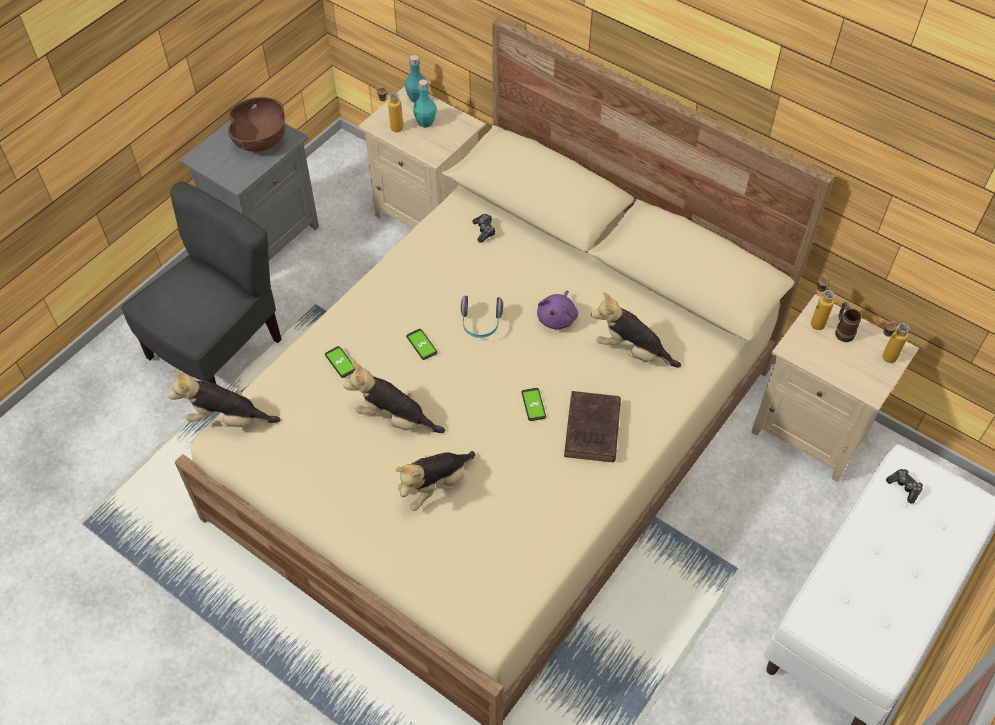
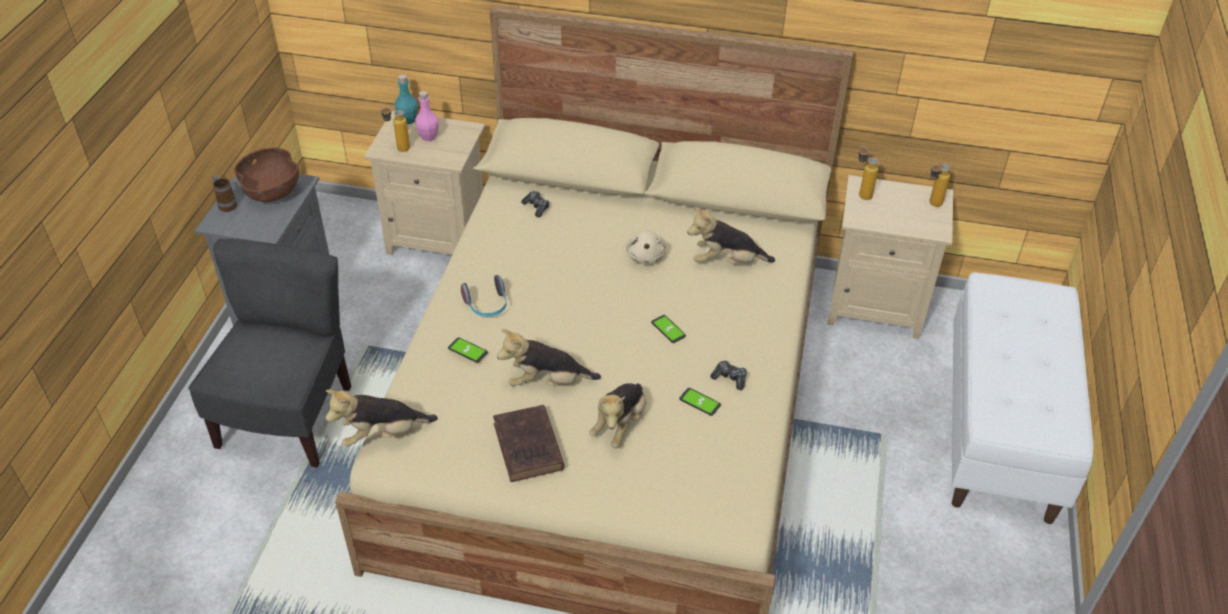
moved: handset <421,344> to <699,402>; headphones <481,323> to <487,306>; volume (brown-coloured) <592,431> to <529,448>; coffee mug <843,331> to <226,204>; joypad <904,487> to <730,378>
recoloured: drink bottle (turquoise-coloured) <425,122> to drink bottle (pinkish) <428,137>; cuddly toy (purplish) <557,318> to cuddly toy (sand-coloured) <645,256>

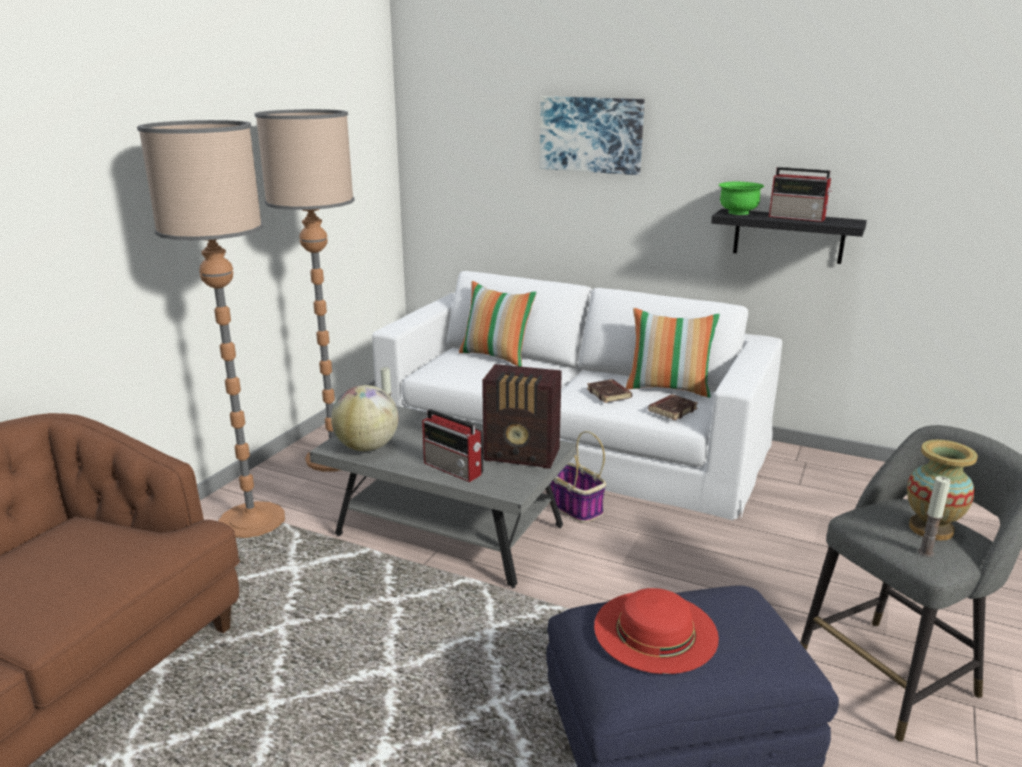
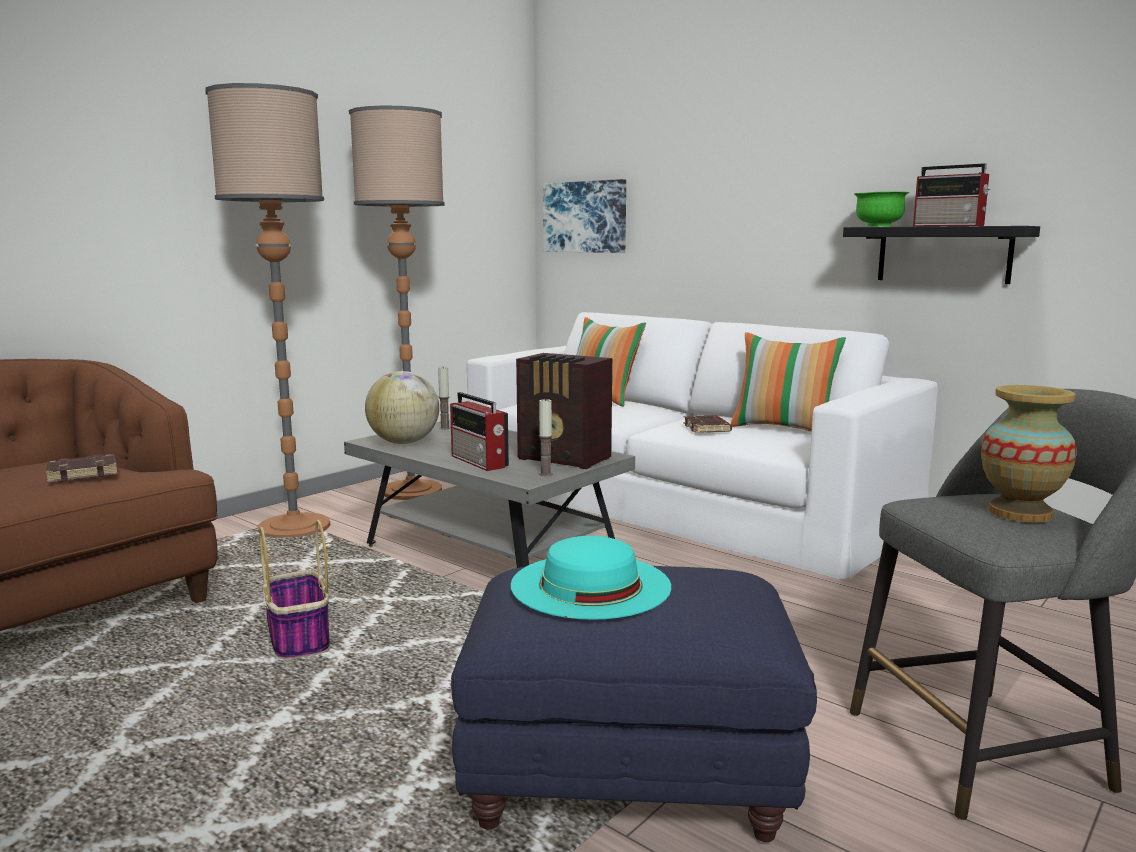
moved: wall art <591,134> to <585,217>; basket <574,507> to <298,639>; volume (brown-coloured) <672,410> to <83,473>; candle <926,552> to <545,474>
recoloured: wearable hat (reddish) <655,630> to wearable hat (turquoise-coloured) <590,585>

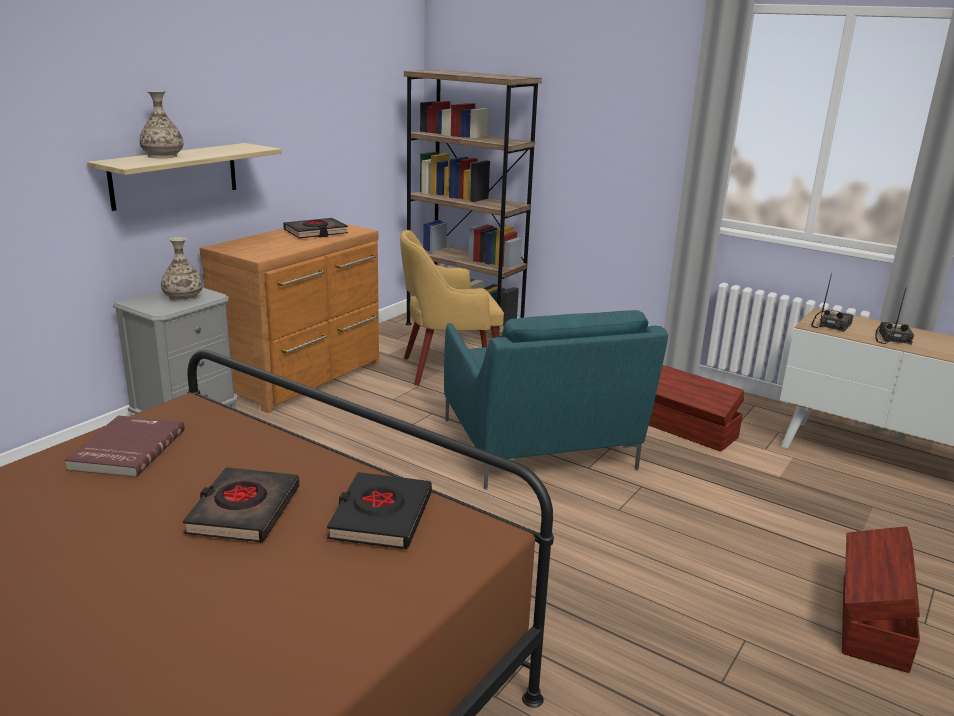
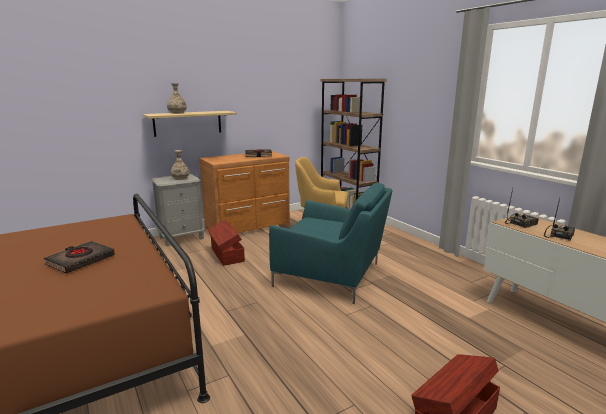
removed: volume (reddish) <126,449>; volume (black) <380,517>
moved: storage container (brown-coloured) <689,431> to <226,255>
turned: lounge chair (turquoise-coloured) <539,447> = <332,276> 75 degrees counterclockwise

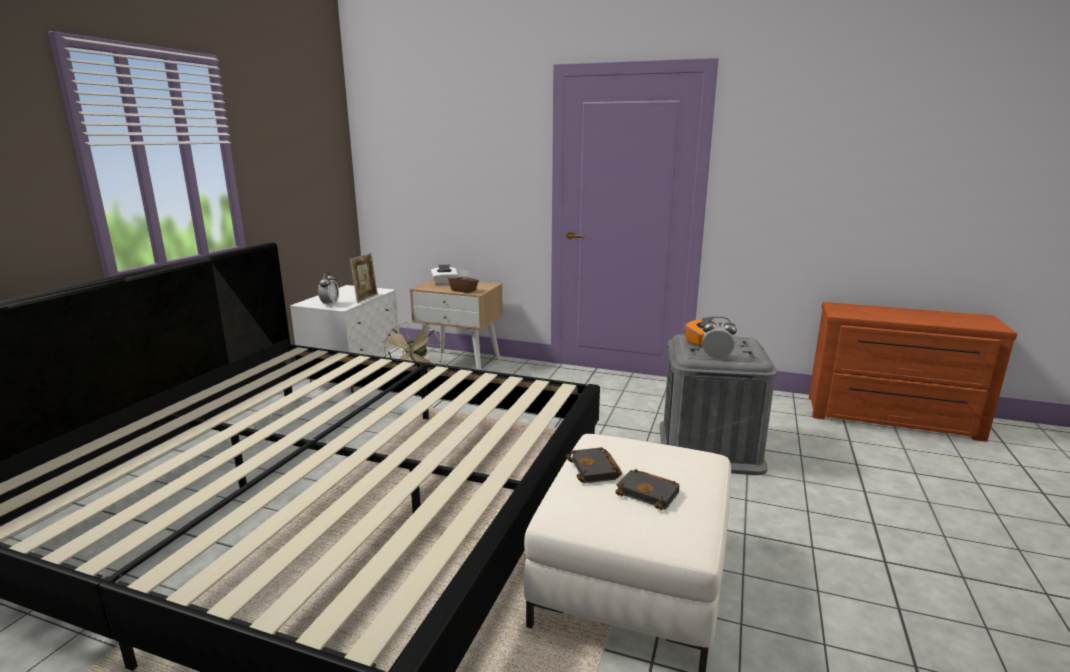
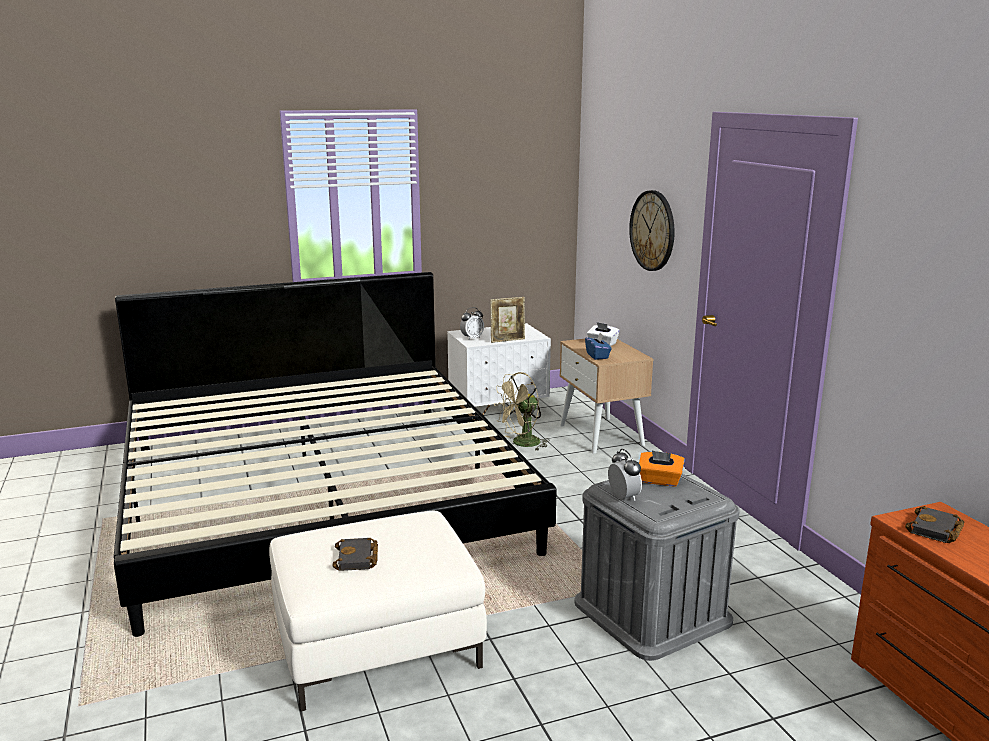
added: hanging clock <653,230>
moved: volume (black) <595,470> to <936,530>
recoloured: tissue box (brown-coloured) <464,290> to tissue box (bluish) <597,356>

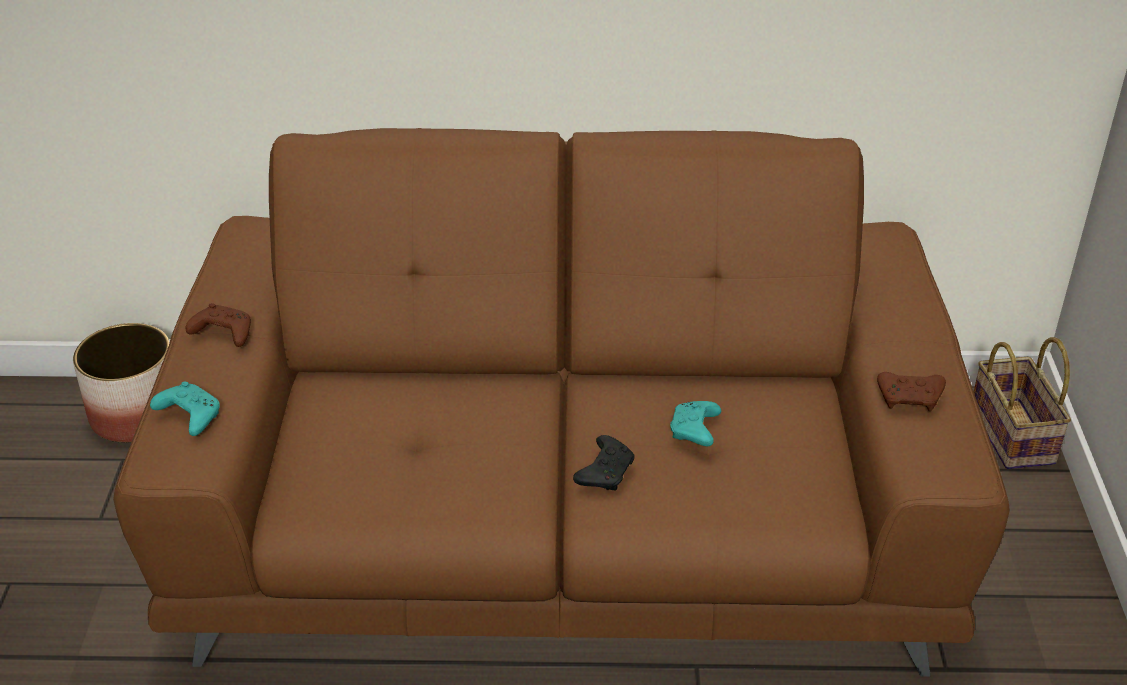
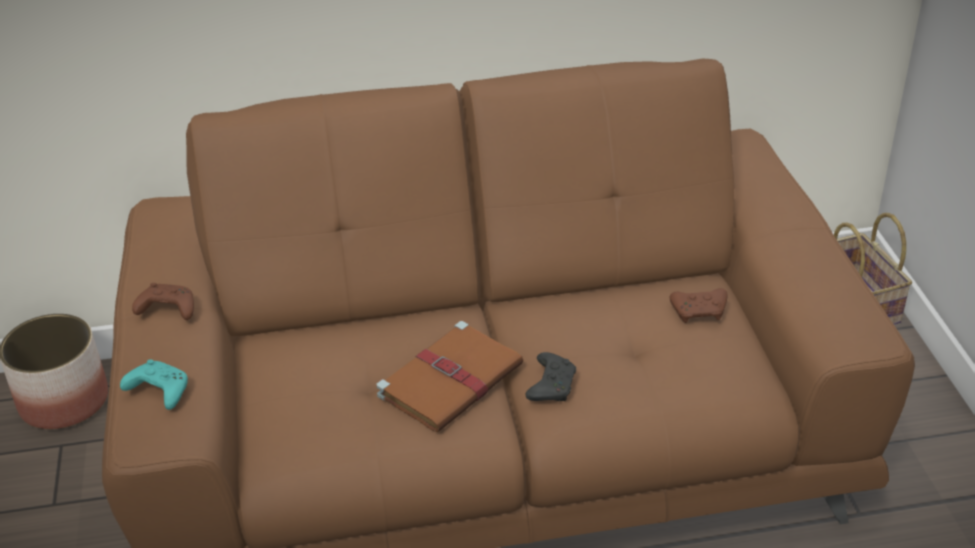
removed: joypad (turquoise-coloured) <695,431>
added: volume (brown-coloured) <452,379>
moved: joypad (brown-coloured) <910,399> to <700,312>

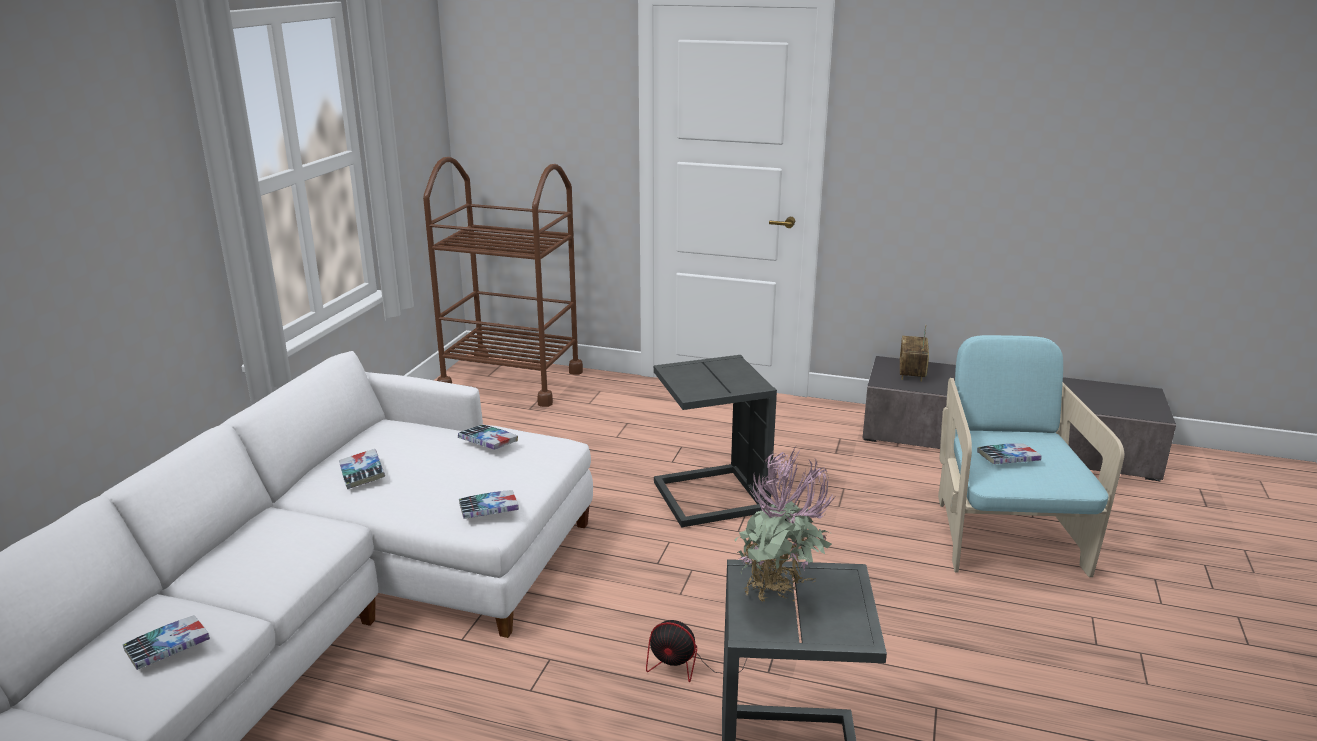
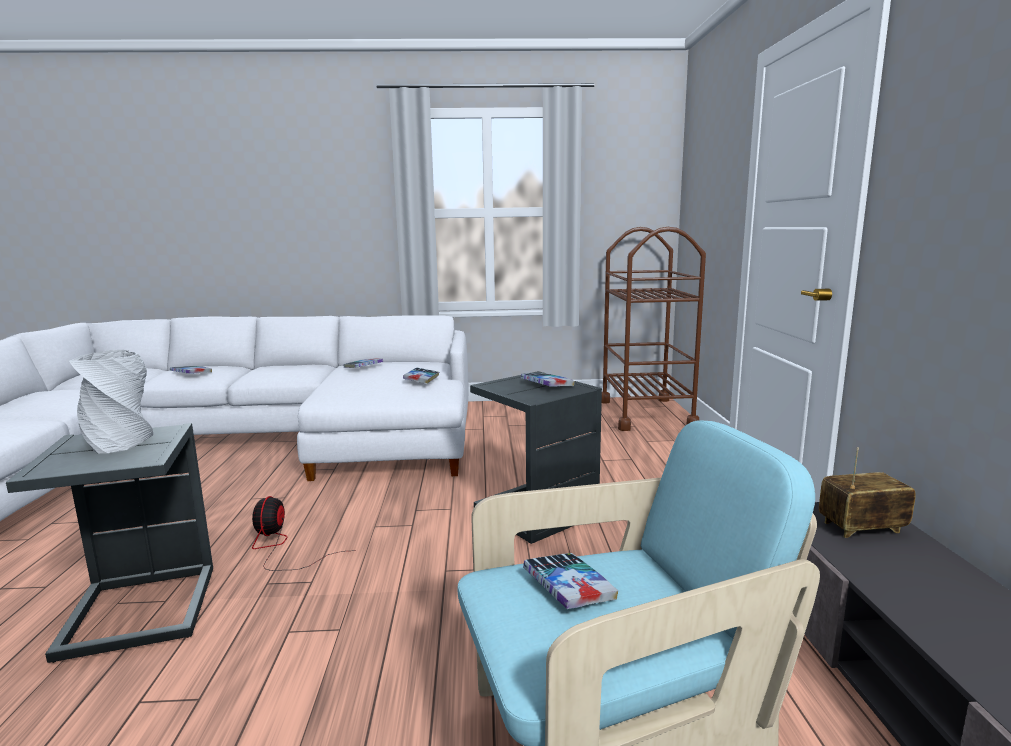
moved: volume <489,510> to <547,385>
replaced: potted plant <780,600> to flower vase (greyish) <119,442>

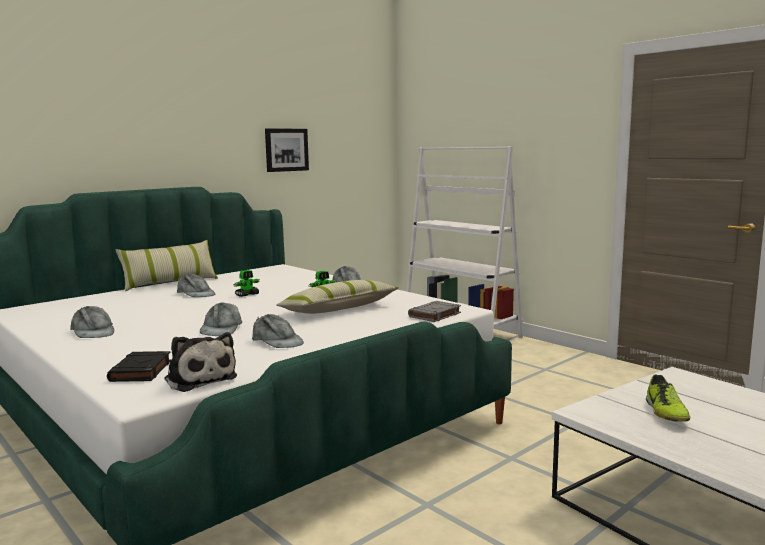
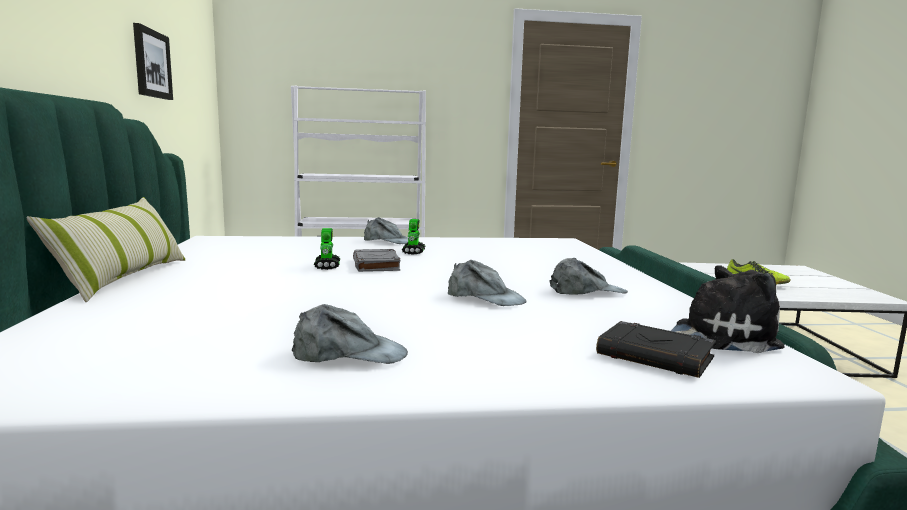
removed: baseball cap (greyish) <195,294>; pillow <339,309>
moved: volume (greyish) <434,315> to <376,265>

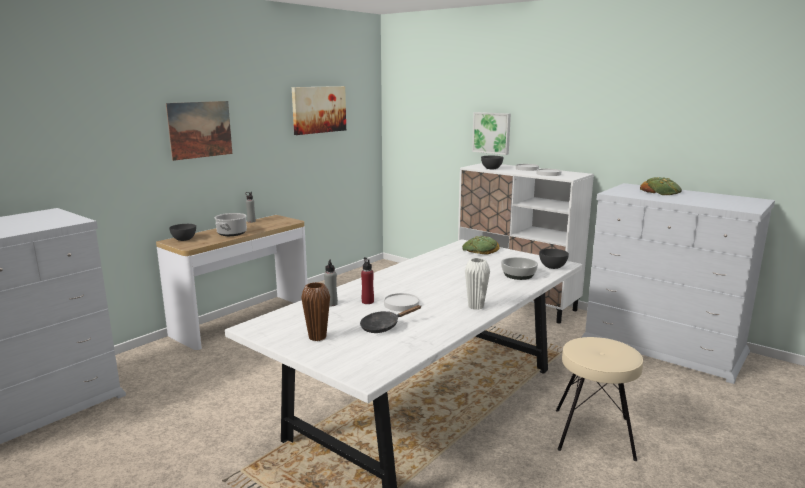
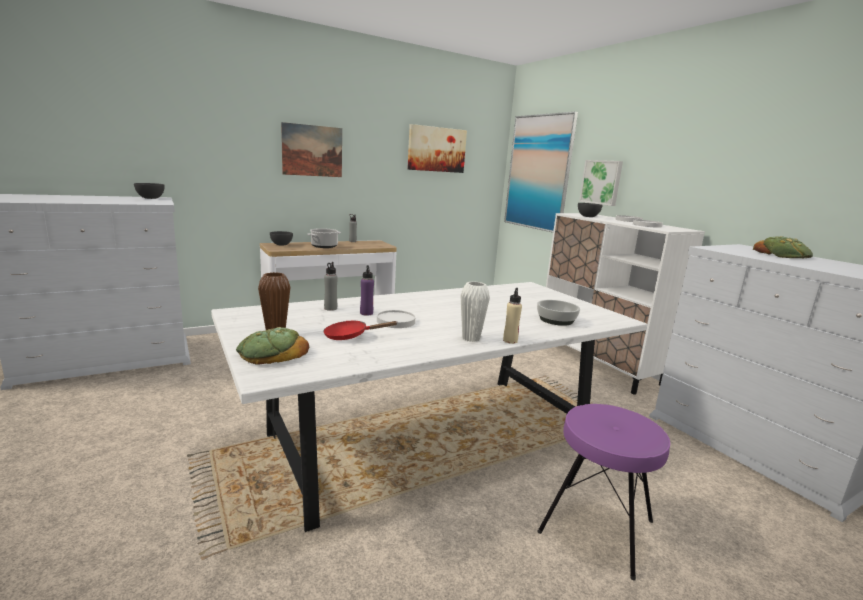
added: drink bottle (sand-coloured) <510,340>; wall art <538,172>
moved: bakery bread <480,250> to <272,353>; deep dish (greyish) <553,267> to <150,198>
recoloured: pan (black) <383,326> to pan (reddish) <350,336>; drink bottle (reddish) <367,302> to drink bottle (purplish) <366,313>; stool seat (sand-coloured) <593,434> to stool seat (purplish) <595,526>

